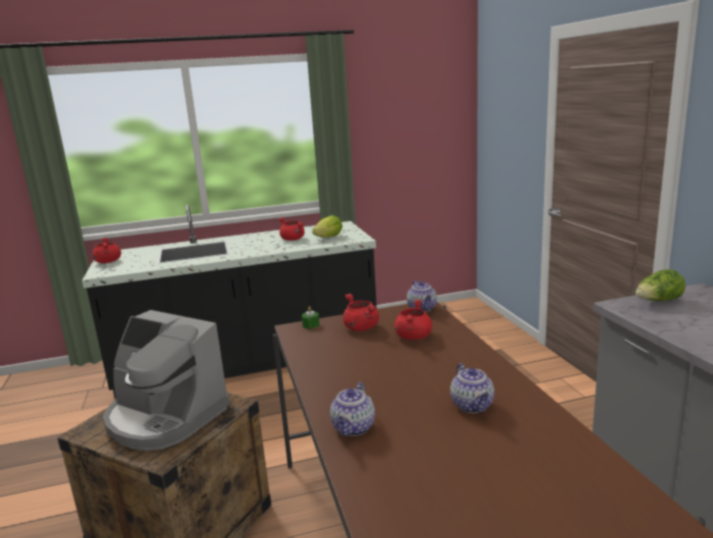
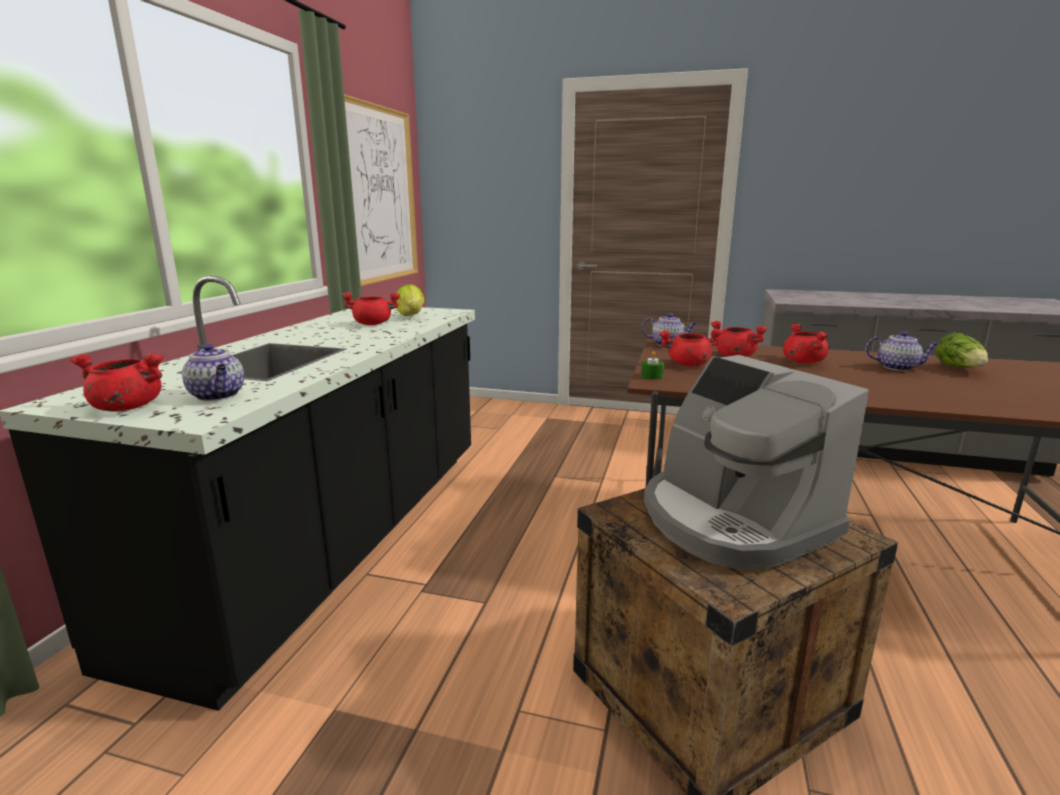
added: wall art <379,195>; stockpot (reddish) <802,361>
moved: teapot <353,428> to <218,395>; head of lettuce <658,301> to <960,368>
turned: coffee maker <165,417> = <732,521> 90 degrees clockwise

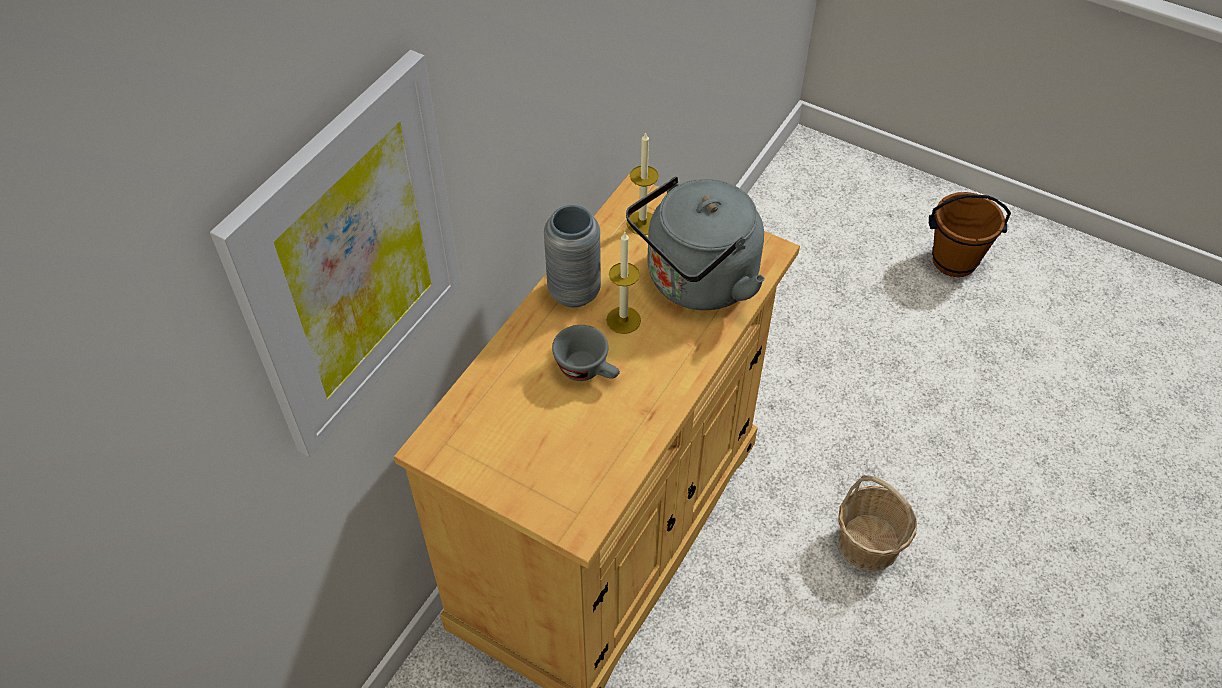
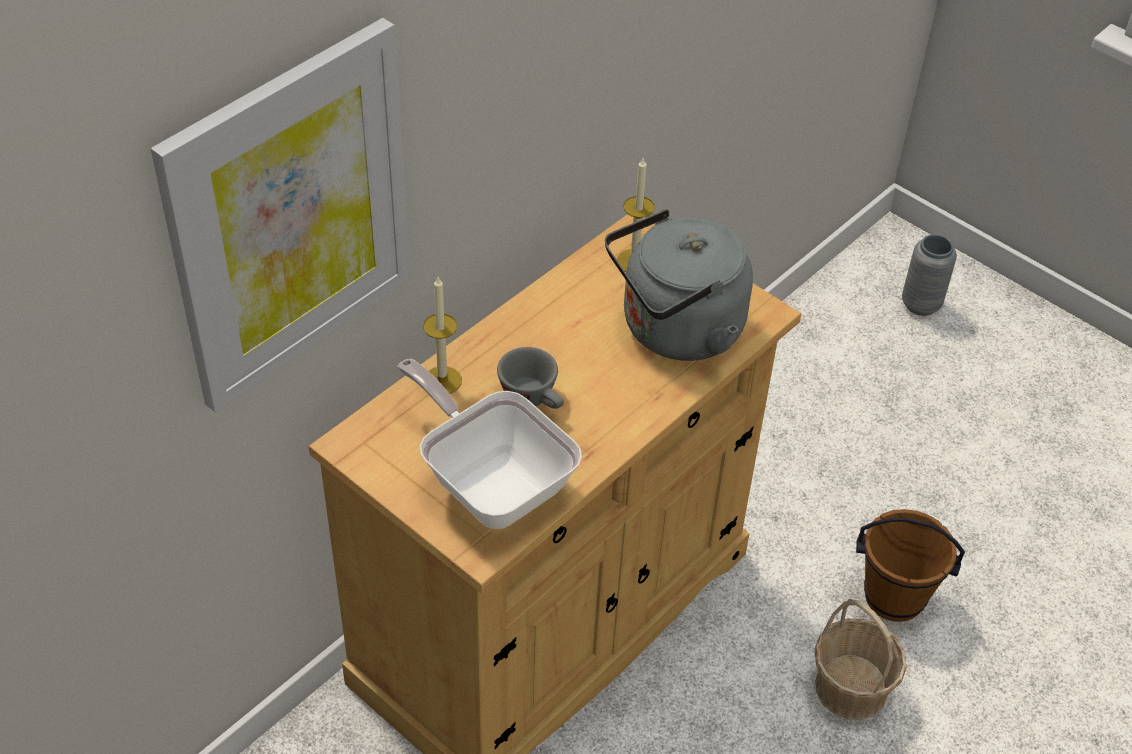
added: pan <490,481>
moved: flower vase (greyish) <574,292> to <920,305>; candle <623,320> to <442,380>; water bucket (brown-coloured) <954,260> to <894,596>

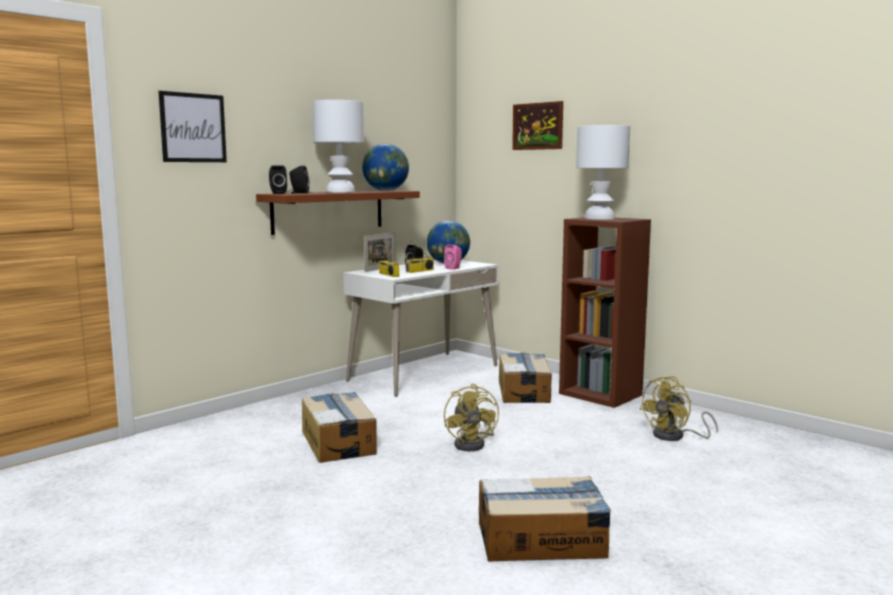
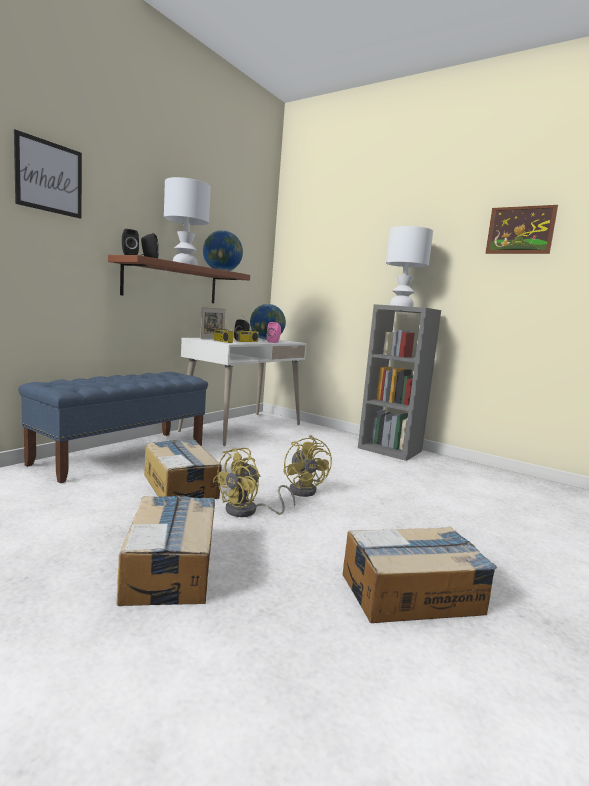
added: long seat (bluish) <123,454>
moved: cardboard box <524,391> to <171,567>; wall art <537,126> to <520,230>; electric fan (yellow-coloured) <675,436> to <248,511>
recoloured: bookshelf (brown-coloured) <601,394> to bookshelf (greyish) <390,449>

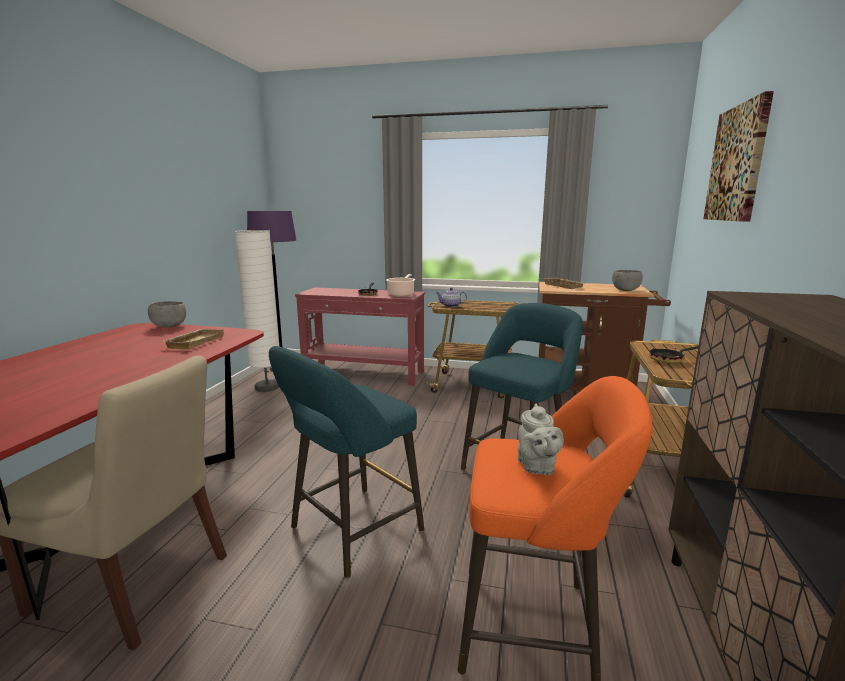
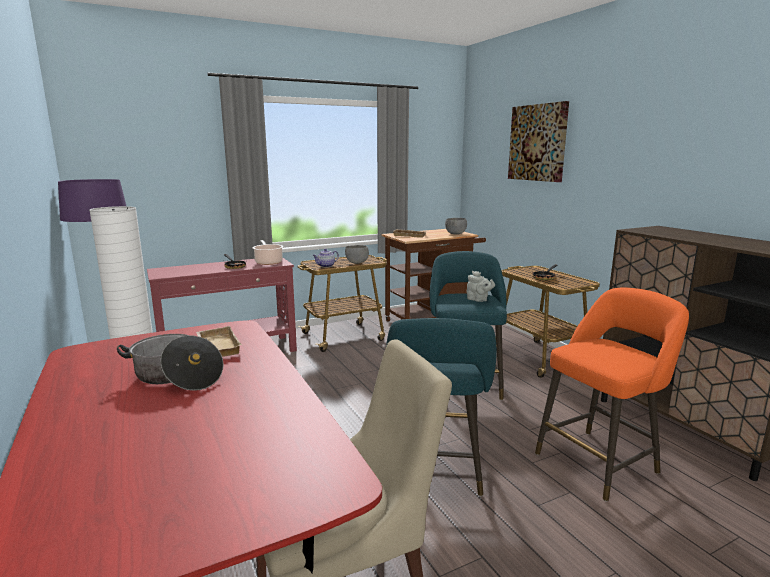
added: stockpot <176,377>
moved: deep dish (greyish) <169,326> to <356,263>; teapot (greyish) <537,467> to <478,300>

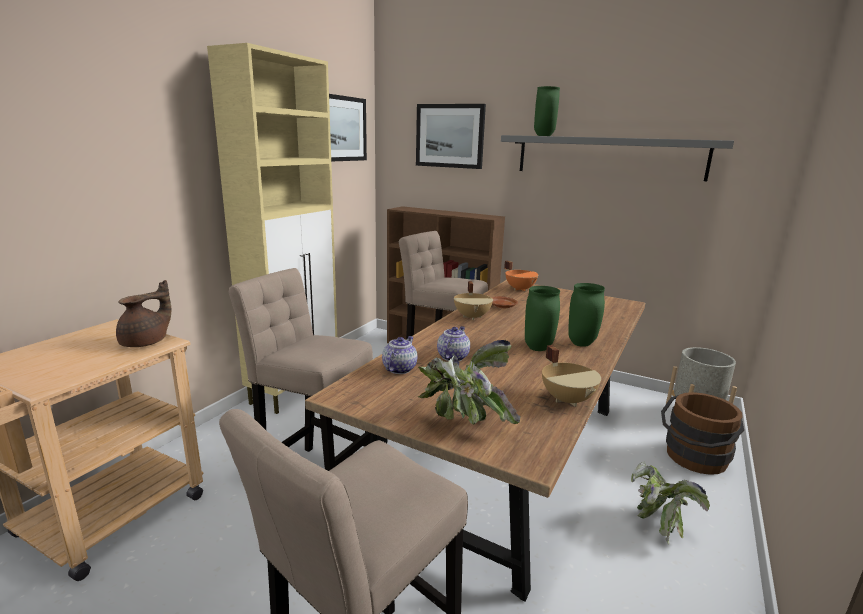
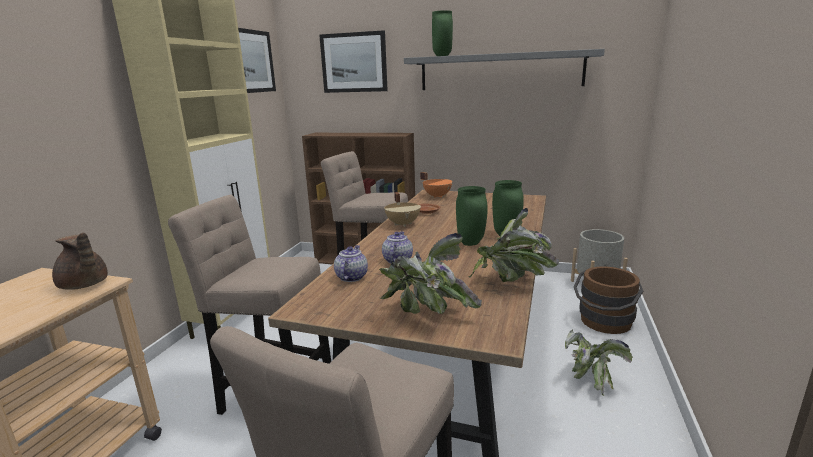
replaced: stockpot (sand-coloured) <568,399> to potted plant <511,282>
turned: teapot (brown-coloured) <146,342> = <84,285> 105 degrees clockwise

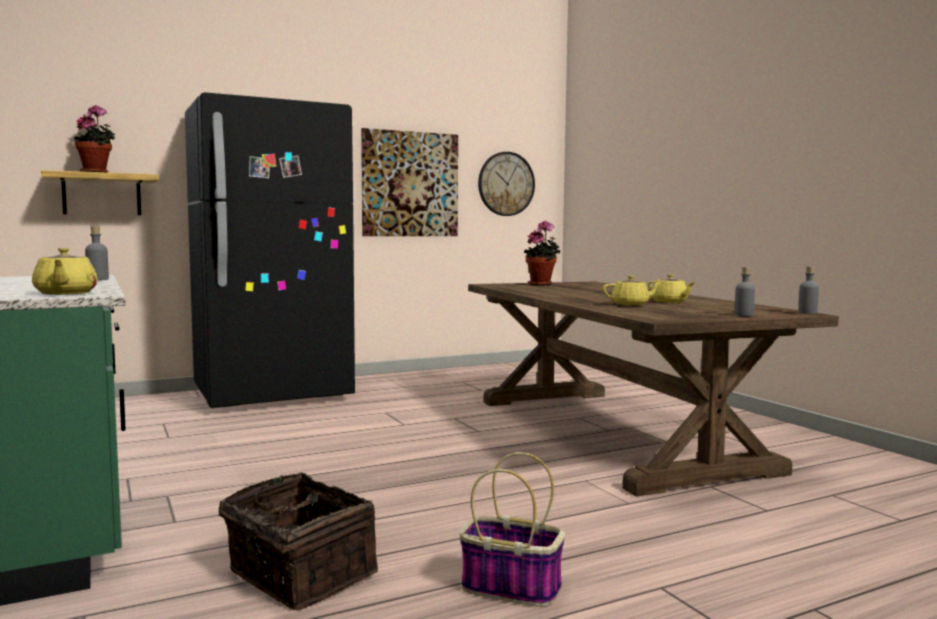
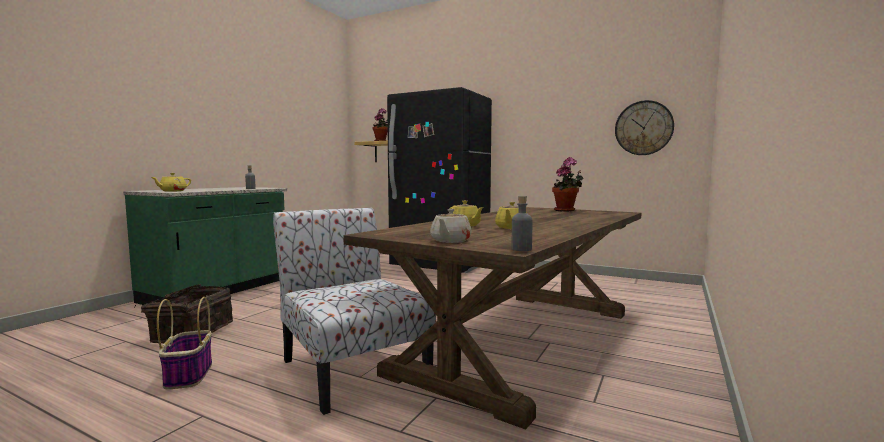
removed: wall art <410,184>
added: chair <352,368>
replaced: drink bottle (greyish) <744,315> to teapot (sand-coloured) <450,241>

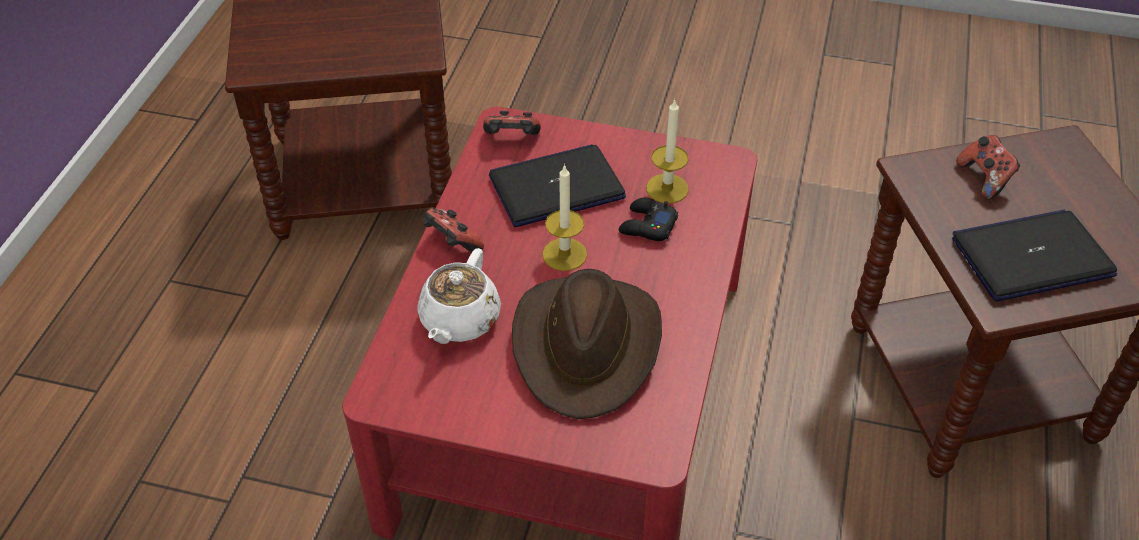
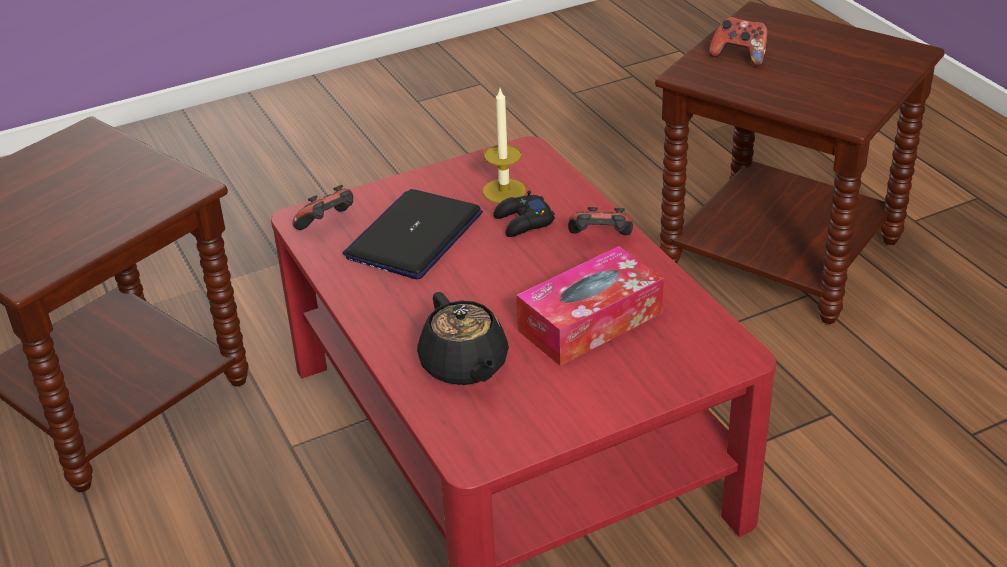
removed: candle <564,254>; laptop <1031,257>
moved: joypad <452,243> to <600,240>
replaced: wearable hat (brown-coloured) <587,346> to tissue box <590,321>
recoloured: teapot (whitish) <459,320> to teapot (black) <464,366>

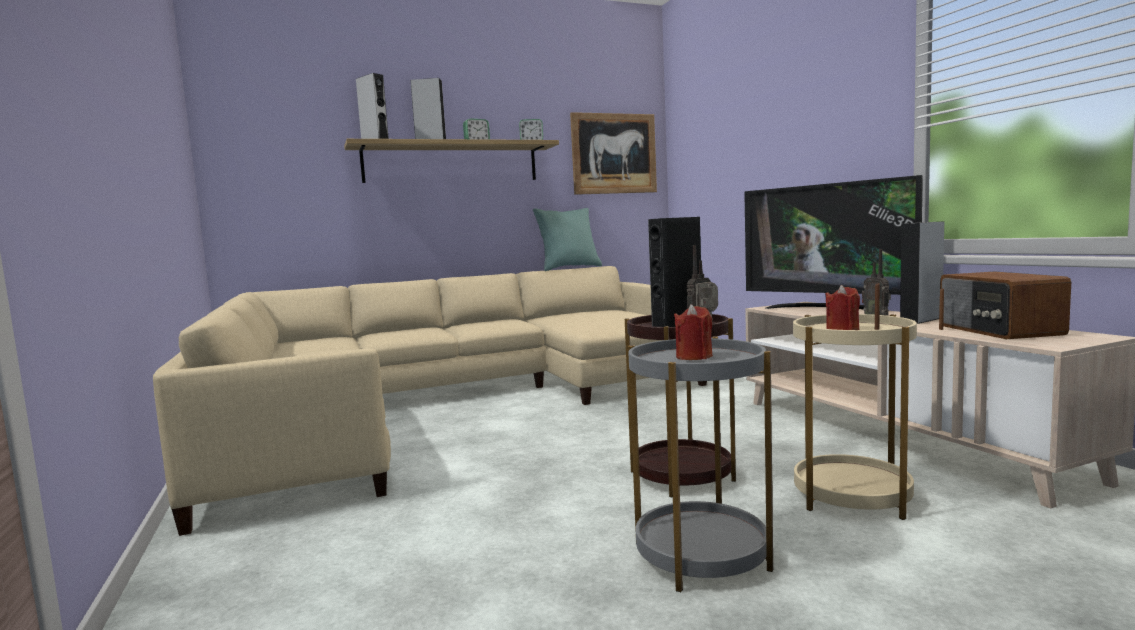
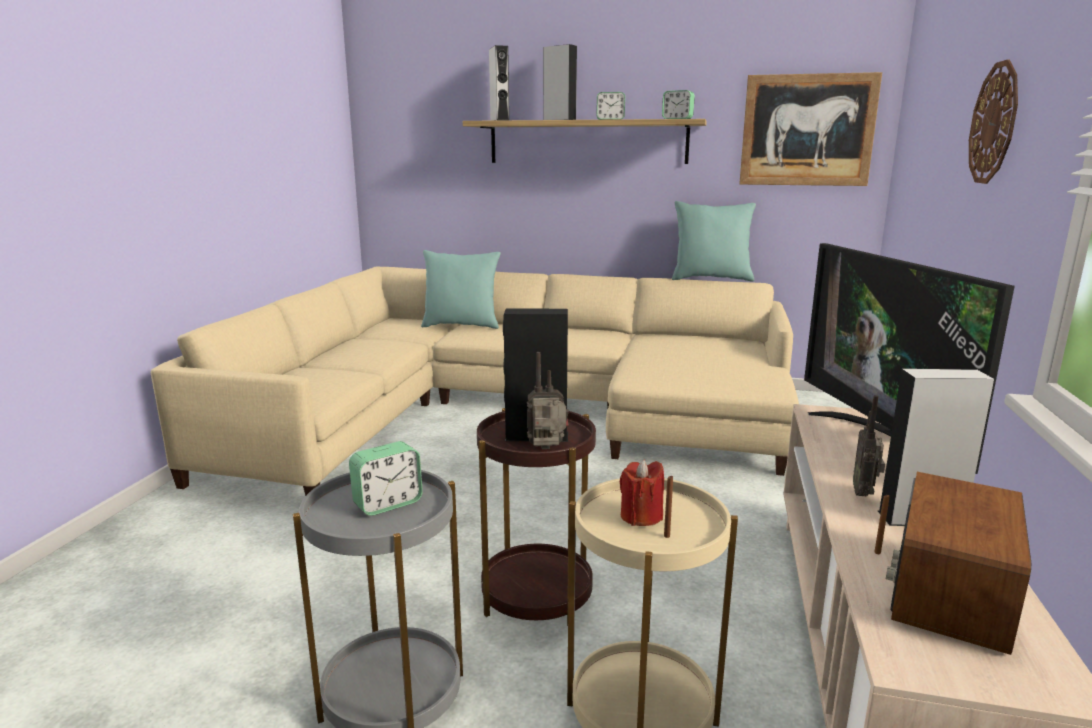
added: pillow (turquoise-coloured) <461,325>; hanging clock <994,123>
replaced: candle (reddish) <694,357> to alarm clock <388,504>

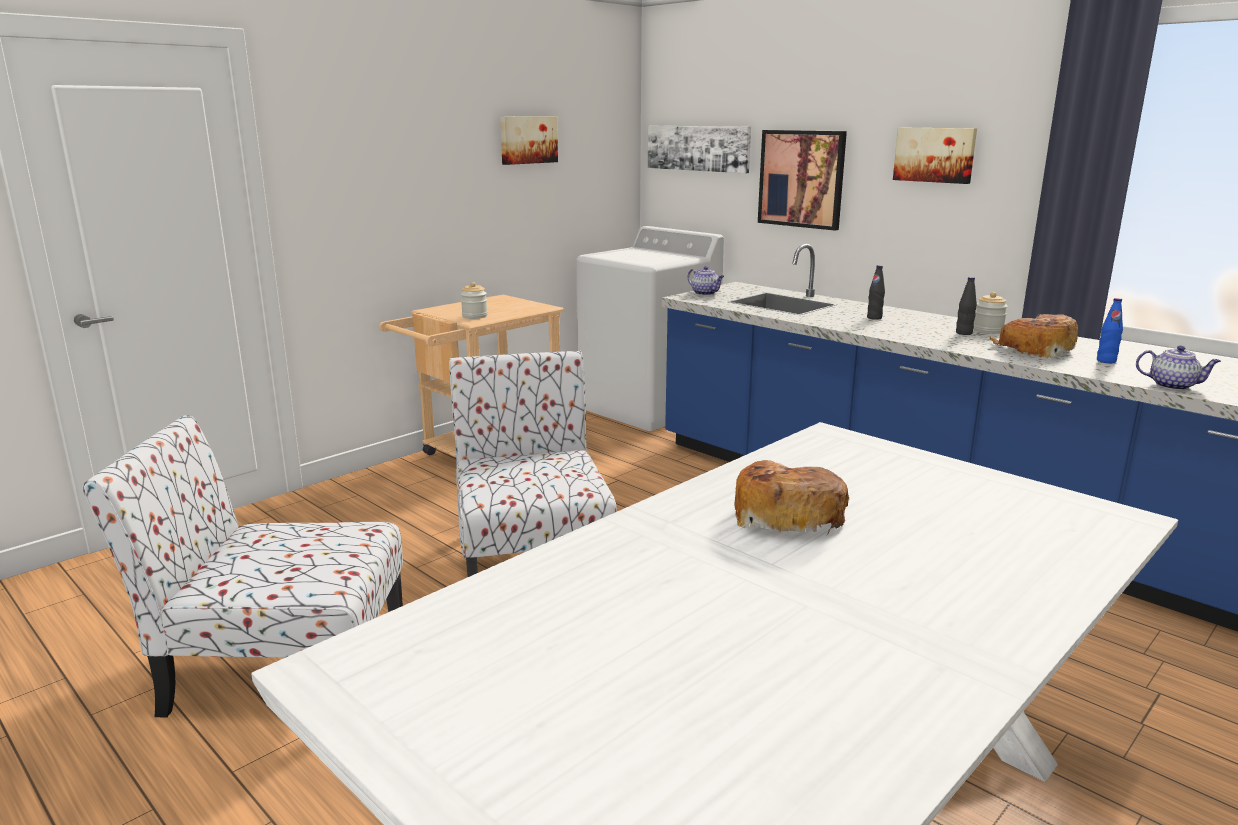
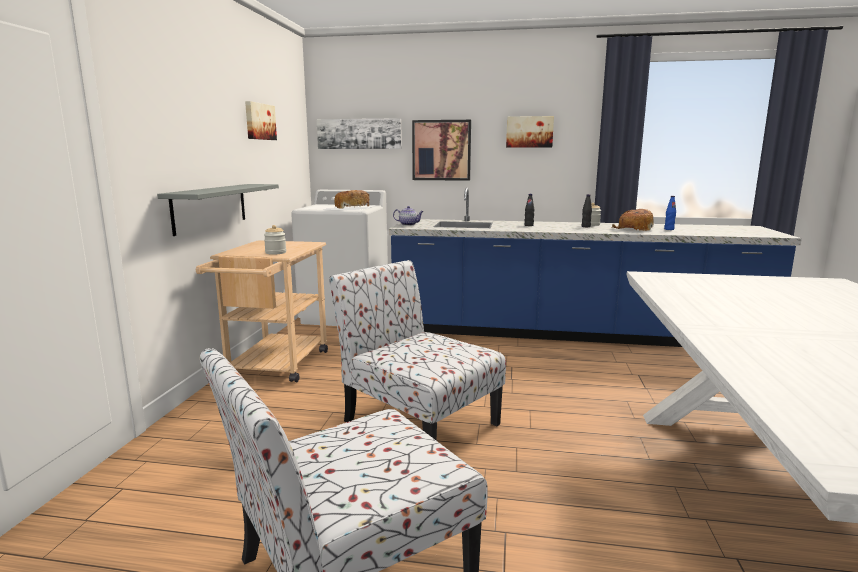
removed: teapot <1173,386>
added: wall shelf (greyish) <210,207>
moved: bakery bread <787,515> to <351,207>

